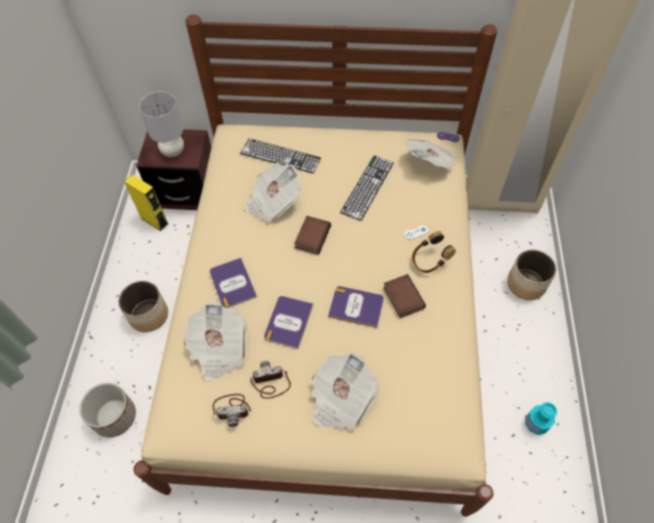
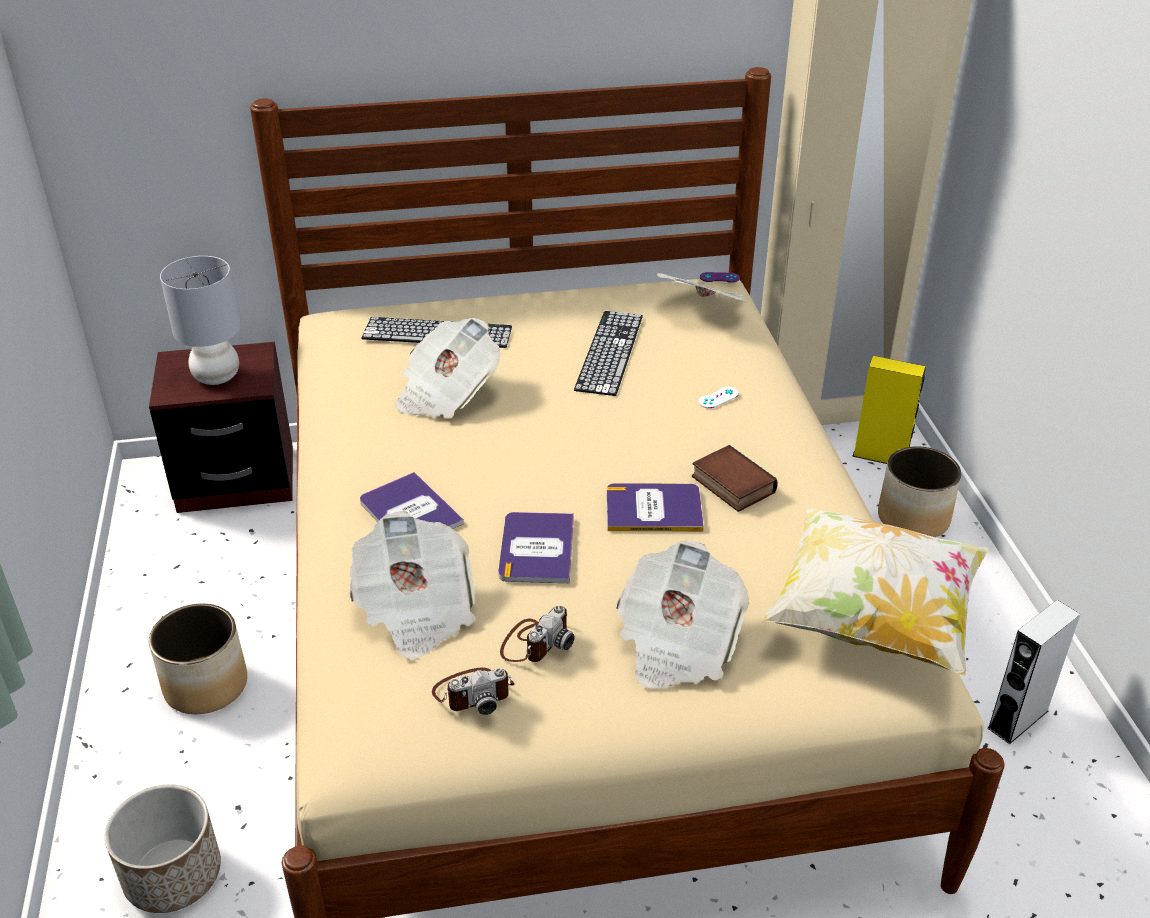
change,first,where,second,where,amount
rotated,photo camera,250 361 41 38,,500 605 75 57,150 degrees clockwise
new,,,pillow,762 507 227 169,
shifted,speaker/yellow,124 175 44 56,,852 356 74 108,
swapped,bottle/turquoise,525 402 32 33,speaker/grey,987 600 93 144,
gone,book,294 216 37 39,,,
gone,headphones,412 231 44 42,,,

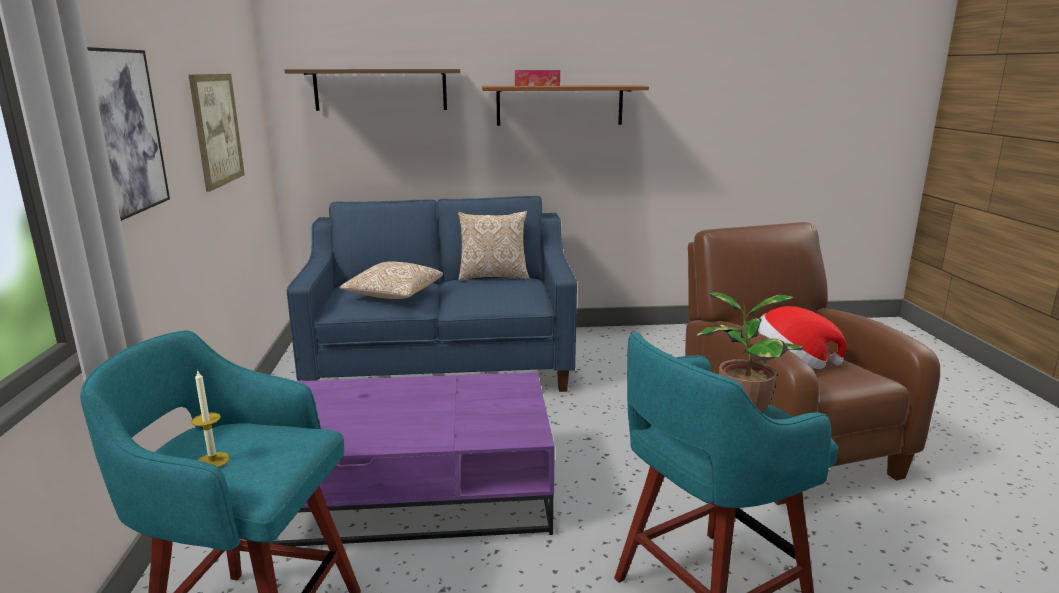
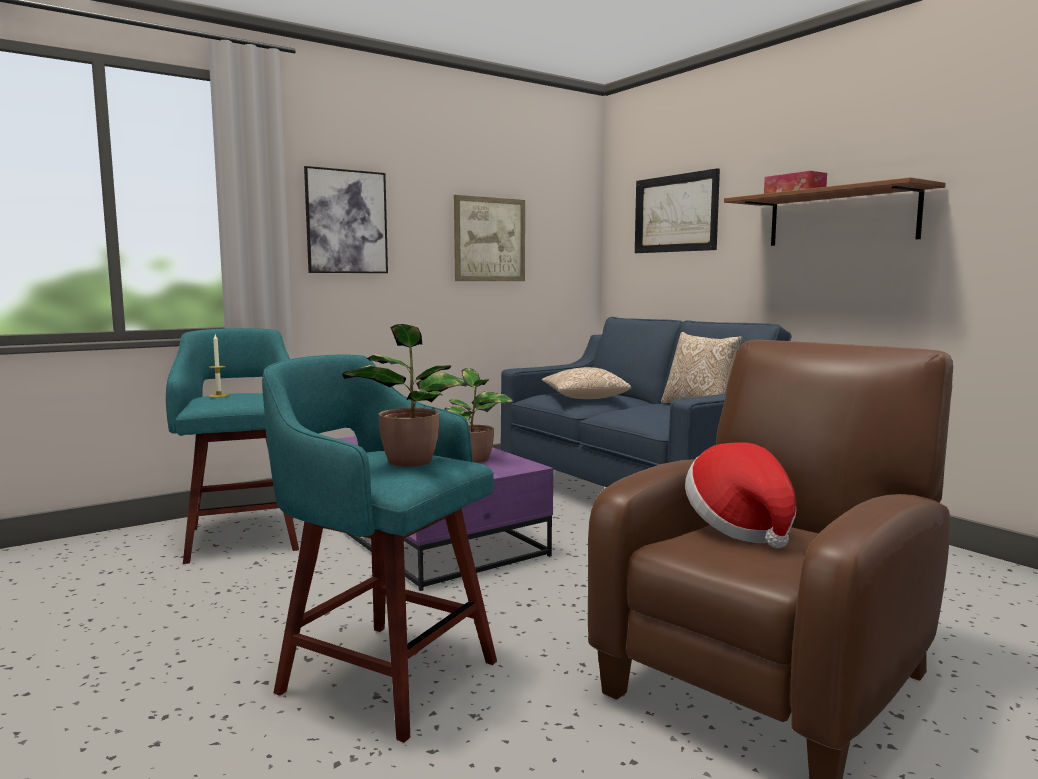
change,first,where,second,where,amount
new,,,potted plant,444 368 69 95,
swapped,shelf/brown,285 69 175 42,picture,635 168 85 85,

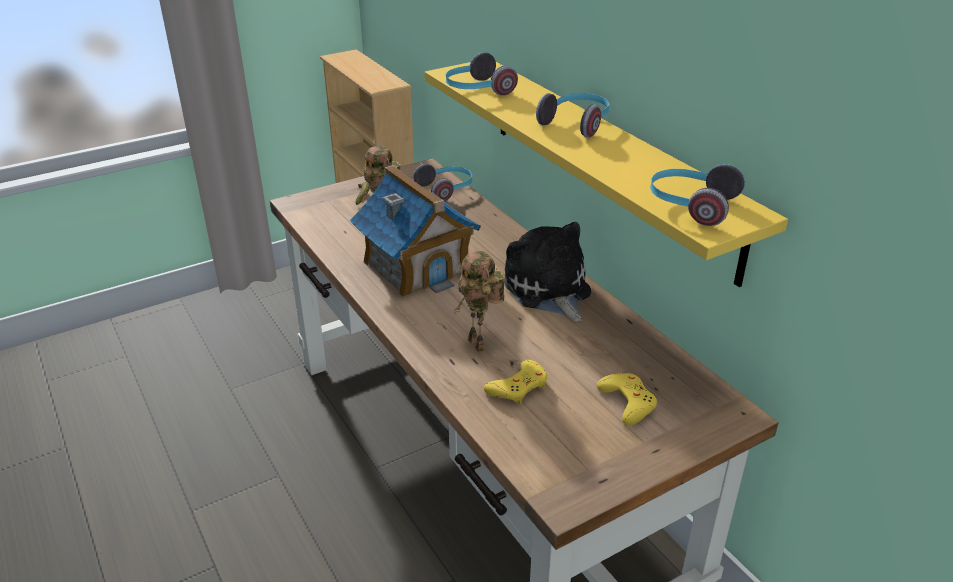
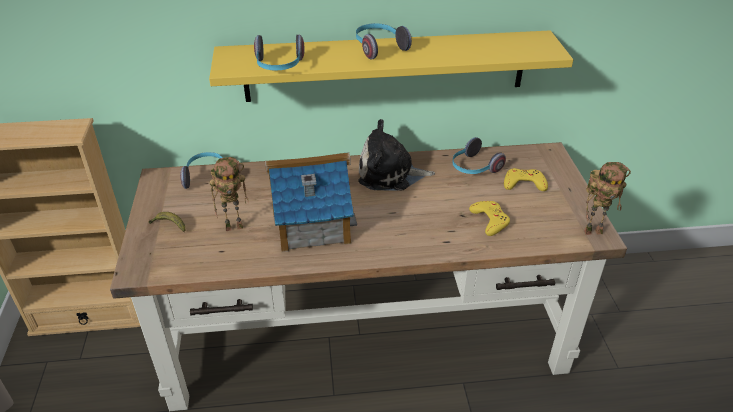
change,first,where,second,where,amount
shifted,headphones,650 164 95 62,,452 137 54 37,
shifted,toy robot,454 251 51 101,,584 162 47 73,

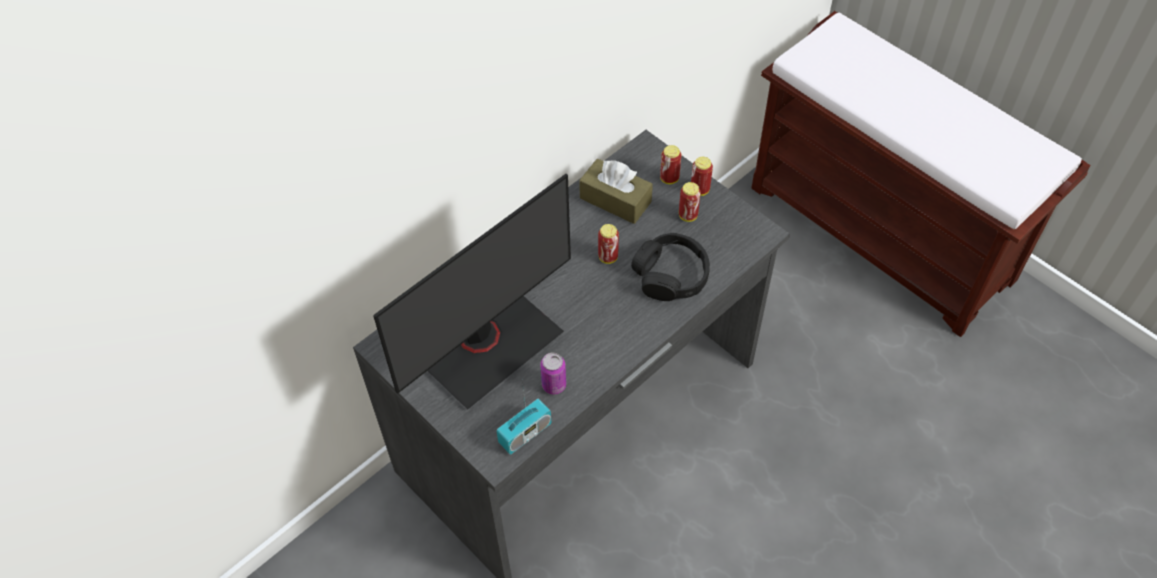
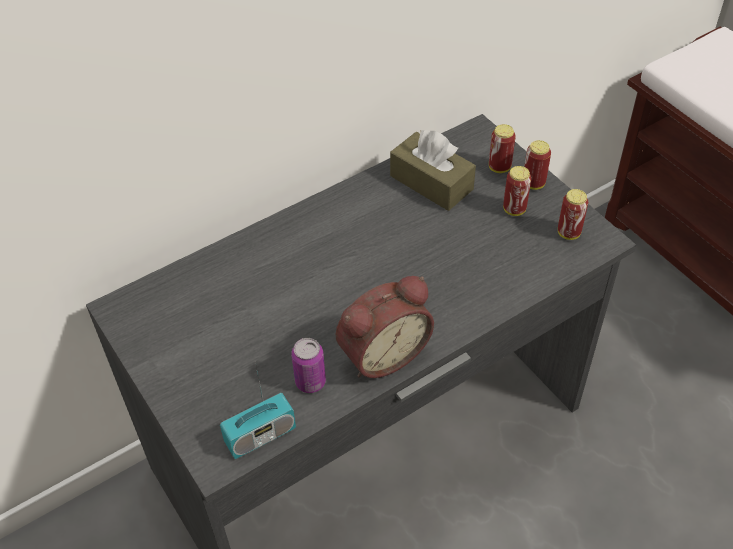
change,first,where,second,where,amount
new,,,alarm clock,336 276 98 102,
shifted,can,598 224 21 40,,558 189 30 51,
gone,monitor,373 174 198 236,,,
gone,headphones/black,631 233 79 68,,,

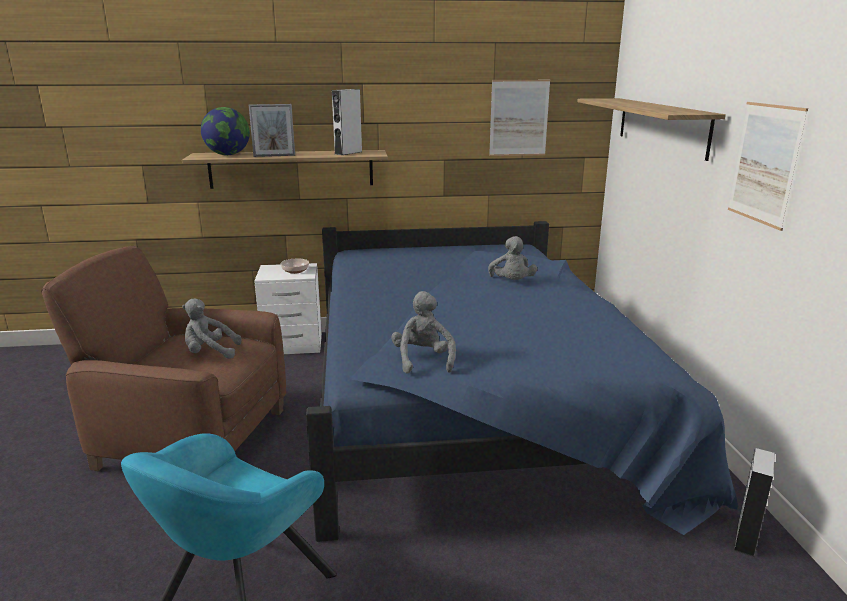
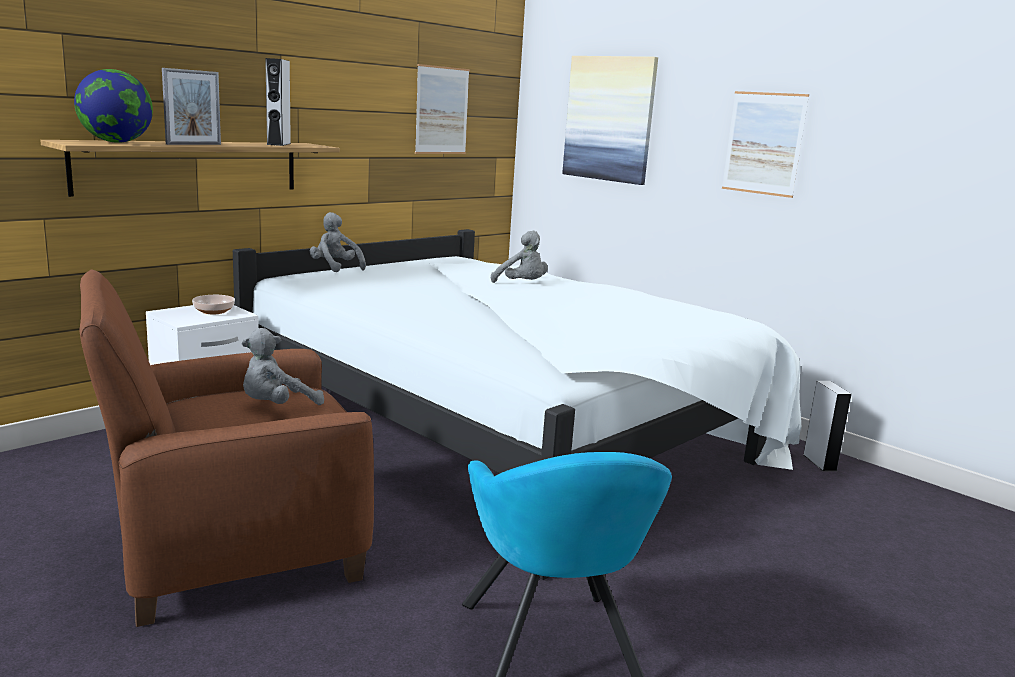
change,first,where,second,where,amount
repainted,bed/blue,306 221 432 321,bed/white,233 229 568 351,
shifted,plush toy/grey,391 291 65 82,,310 212 56 60,
swapped,shelf,577 98 149 63,picture,562 56 96 129,

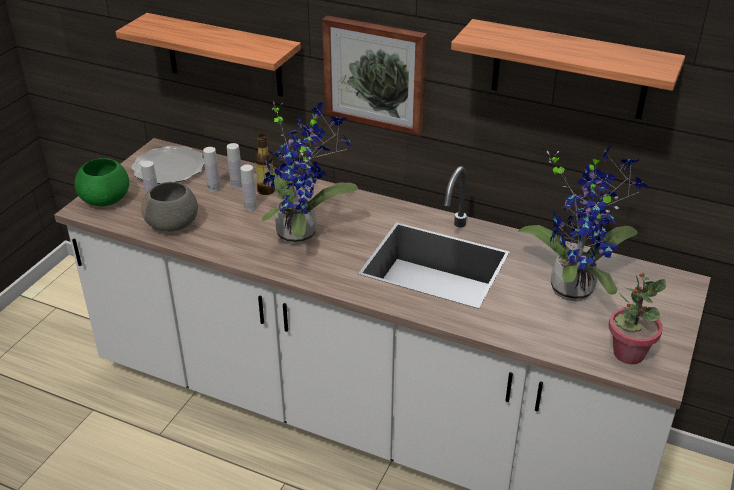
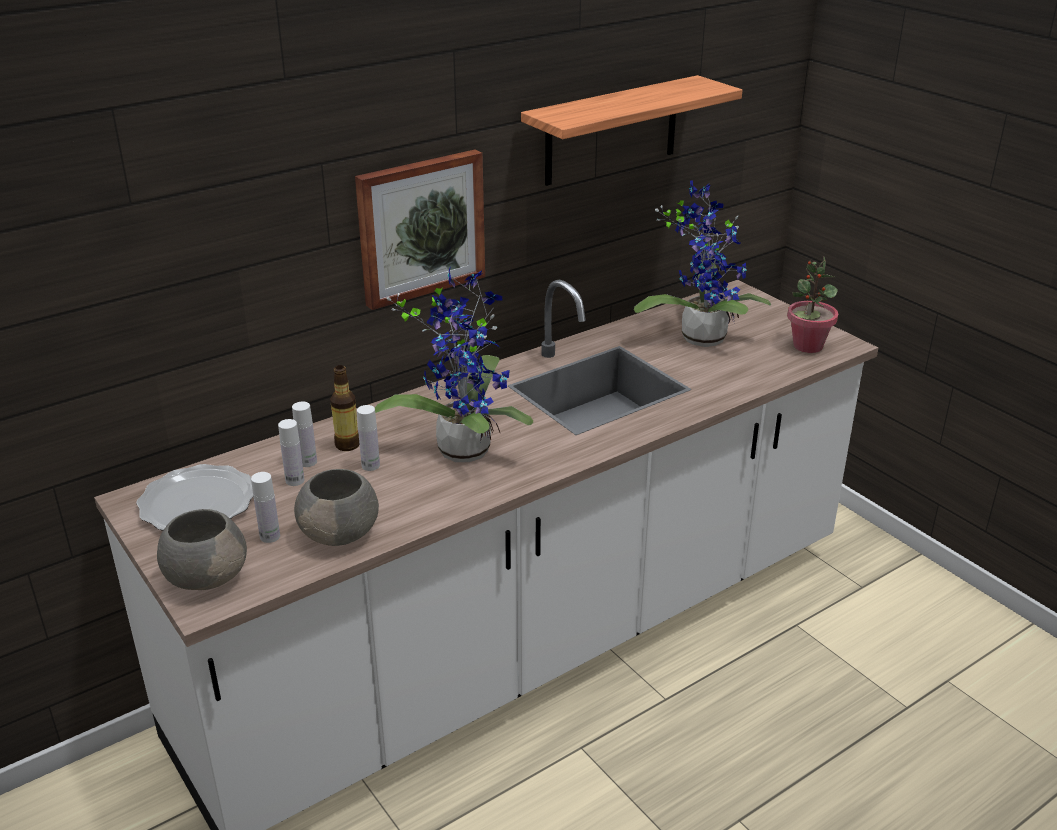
change,first,where,second,where,amount
repainted,bowl/green,75 158 54 48,bowl/grey,157 509 90 81,
gone,shelf,116 13 185 84,,,

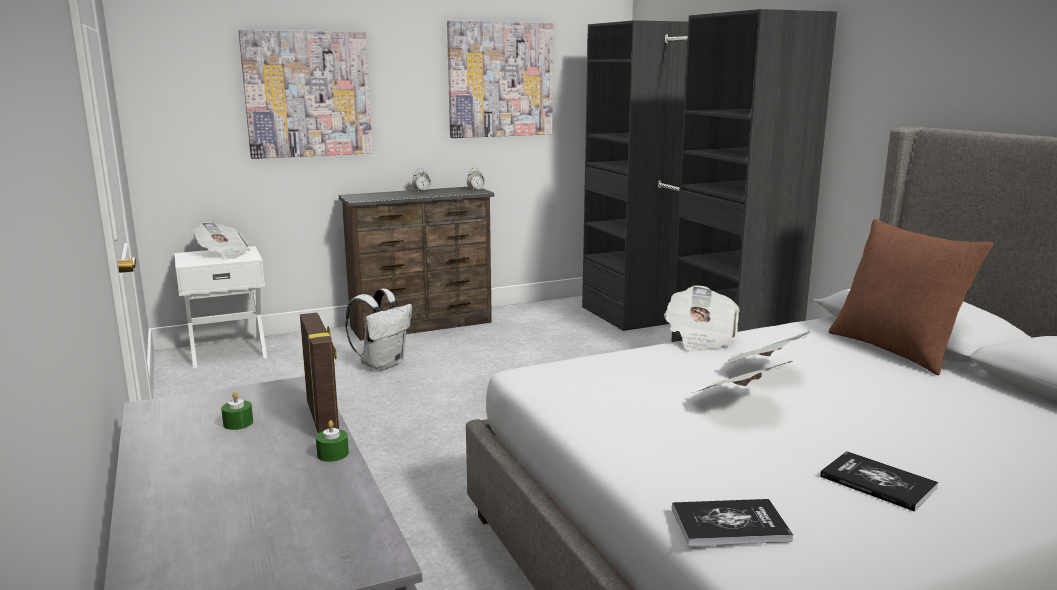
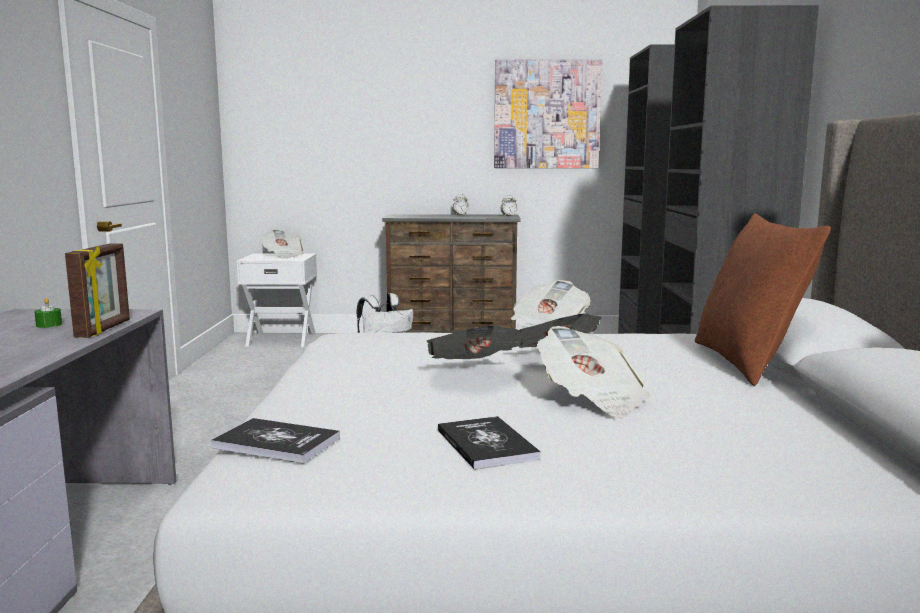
change,first,where,second,where,amount
new,,,newspaper,537 326 113 92,
gone,picture,238 30 135 129,,,
gone,candle/green,316 420 33 42,,,

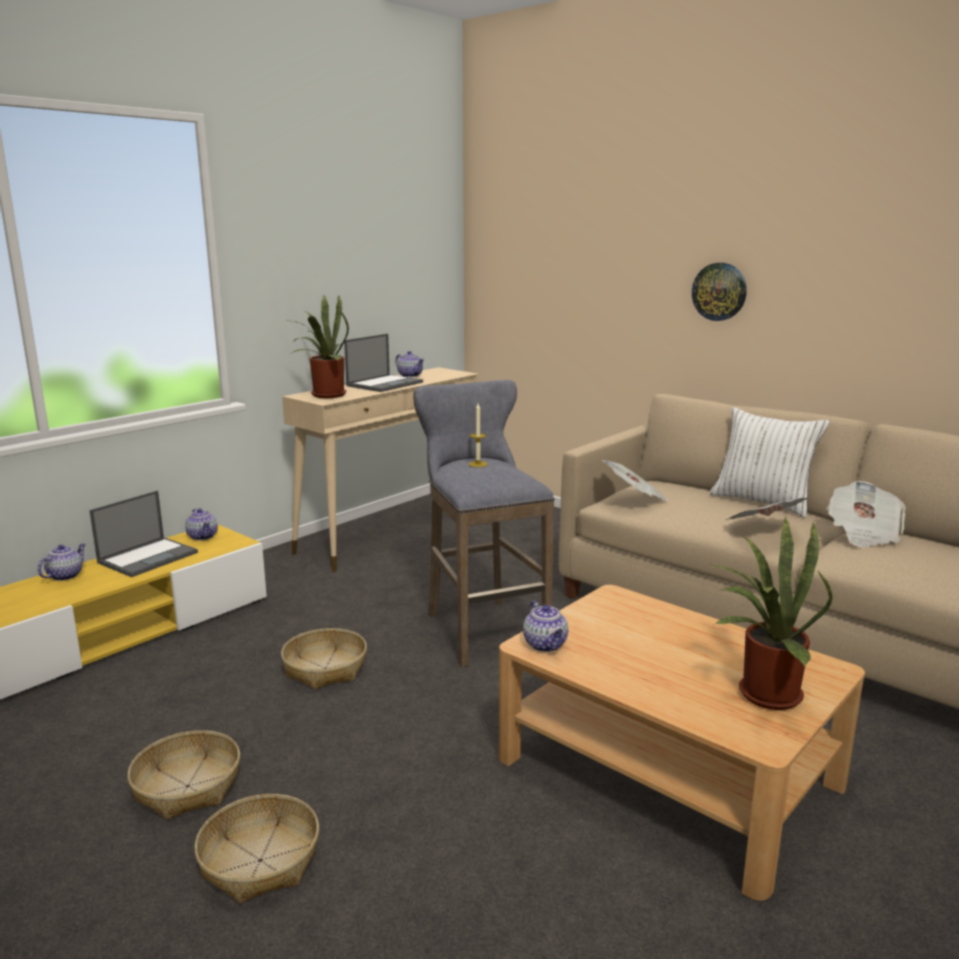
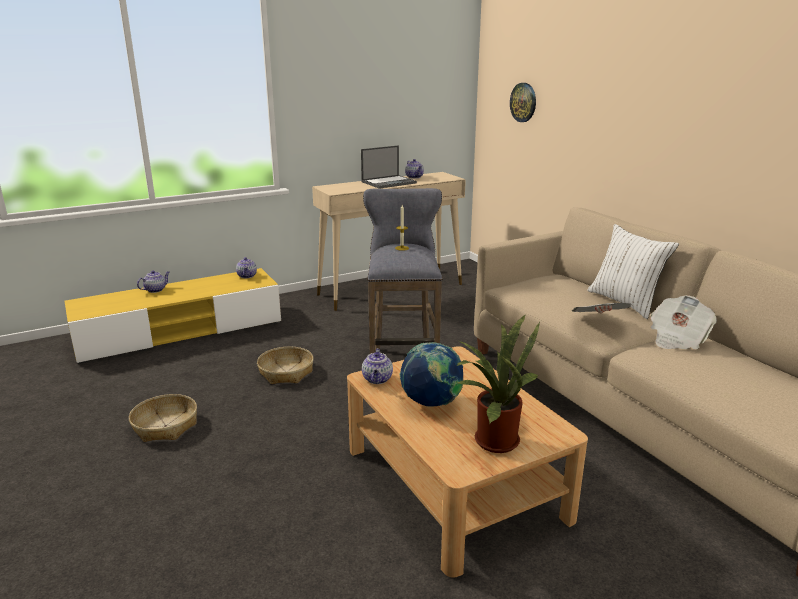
change,first,where,second,where,amount
new,,,globe,400 342 63 65,
shifted,wall clock,692 263 55 58,,510 83 26 39,
gone,laptop,89 490 109 87,,,
gone,basket,195 794 124 110,,,
gone,potted plant,285 295 64 103,,,
gone,newspaper,602 460 67 41,,,

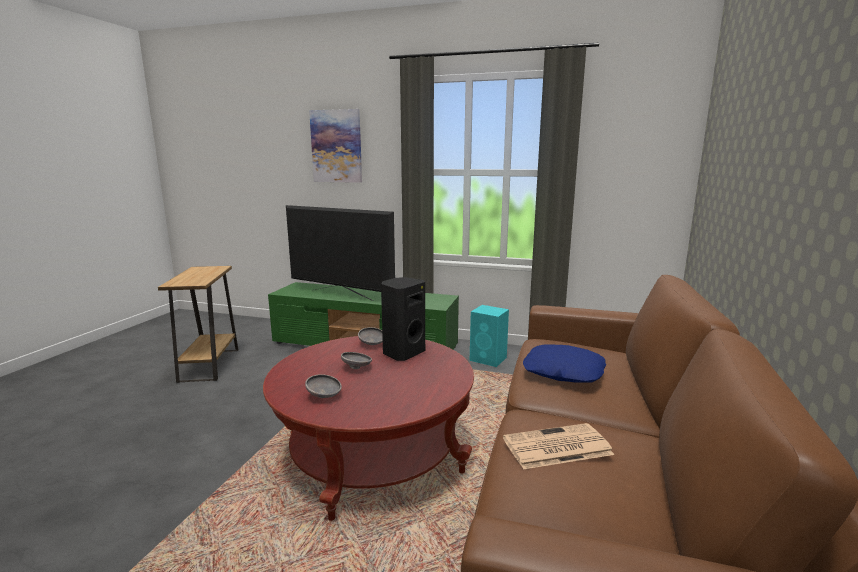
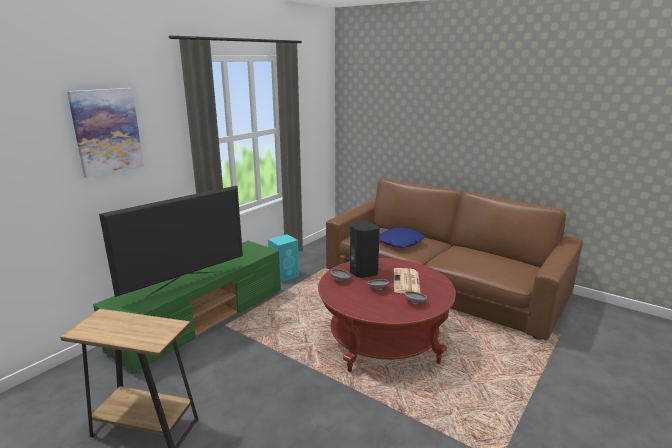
change,first,where,second,where,amount
shifted,newspaper,503 423 111 46,,394 268 26 25,

